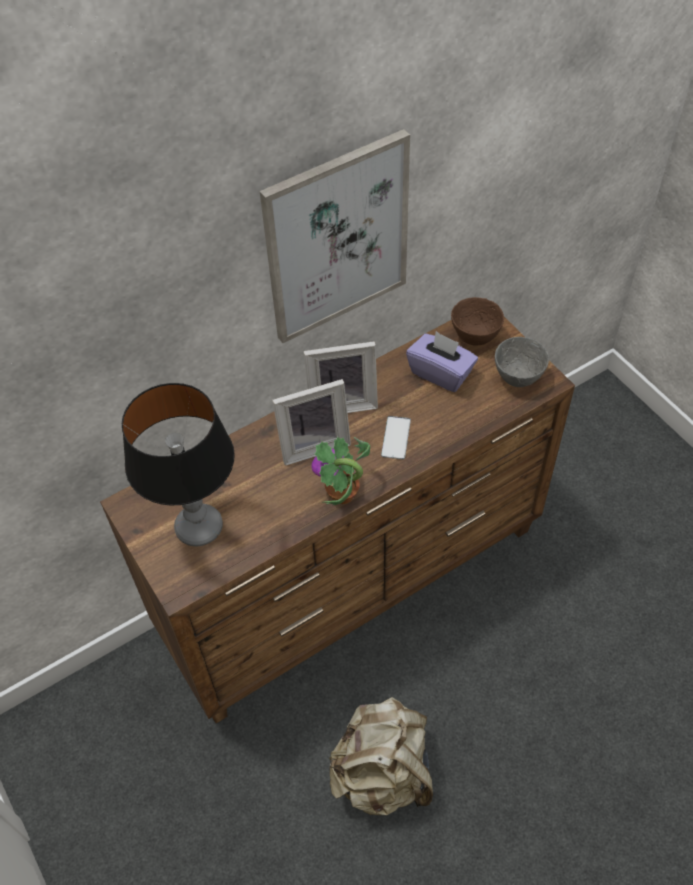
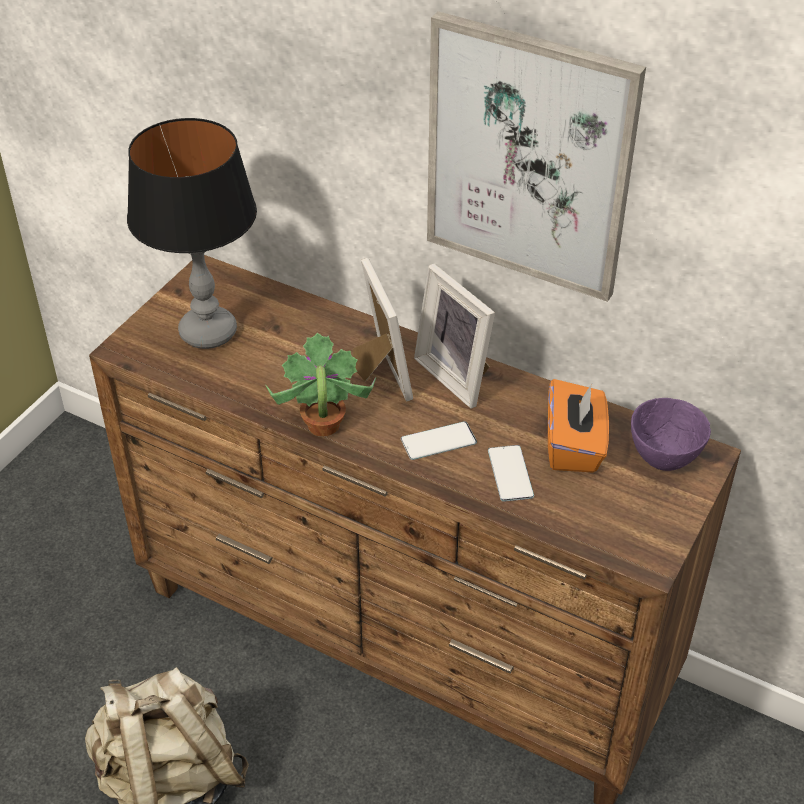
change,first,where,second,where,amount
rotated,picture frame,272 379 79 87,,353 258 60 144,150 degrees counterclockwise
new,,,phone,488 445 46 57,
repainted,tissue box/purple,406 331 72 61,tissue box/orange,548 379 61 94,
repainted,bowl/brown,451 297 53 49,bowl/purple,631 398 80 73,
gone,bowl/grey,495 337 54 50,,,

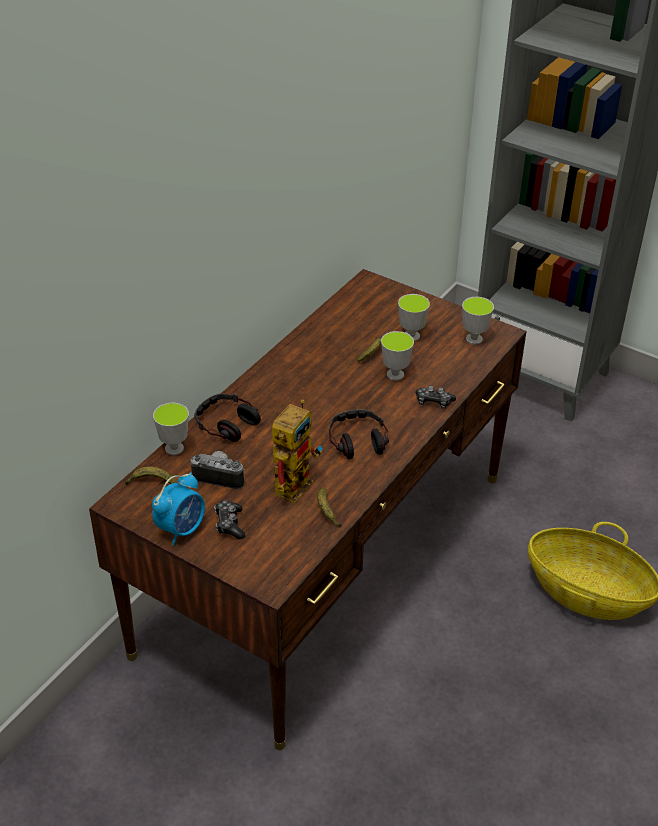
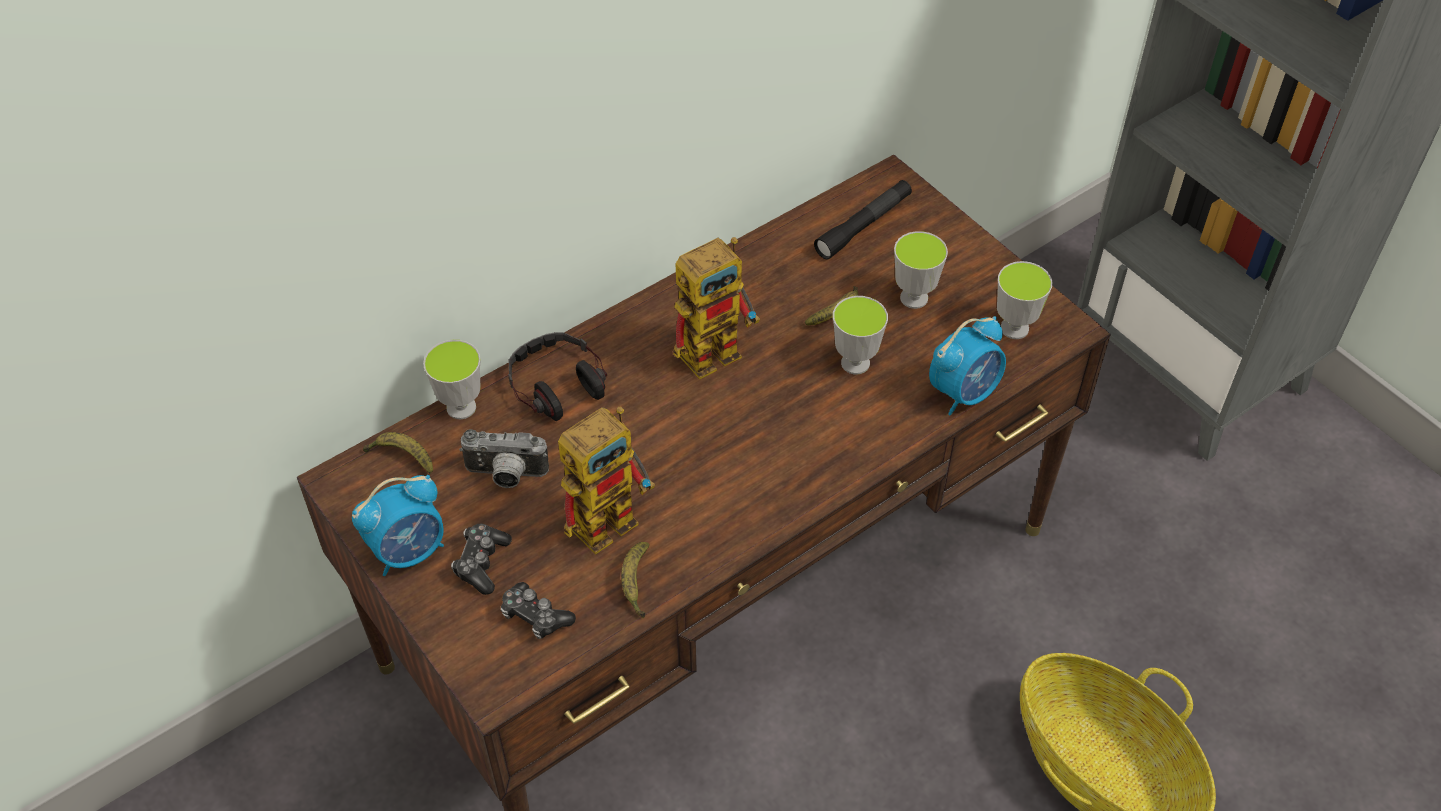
change,first,where,second,where,amount
rotated,photo camera,191 451 54 38,,459 429 90 59,150 degrees clockwise
shifted,game controller,416 385 40 24,,501 582 75 57,
new,,,toy robot,673 237 87 142,
new,,,flashlight/black,814 180 98 80,
new,,,alarm clock,929 316 77 99,
gone,headphones,329 409 60 51,,,

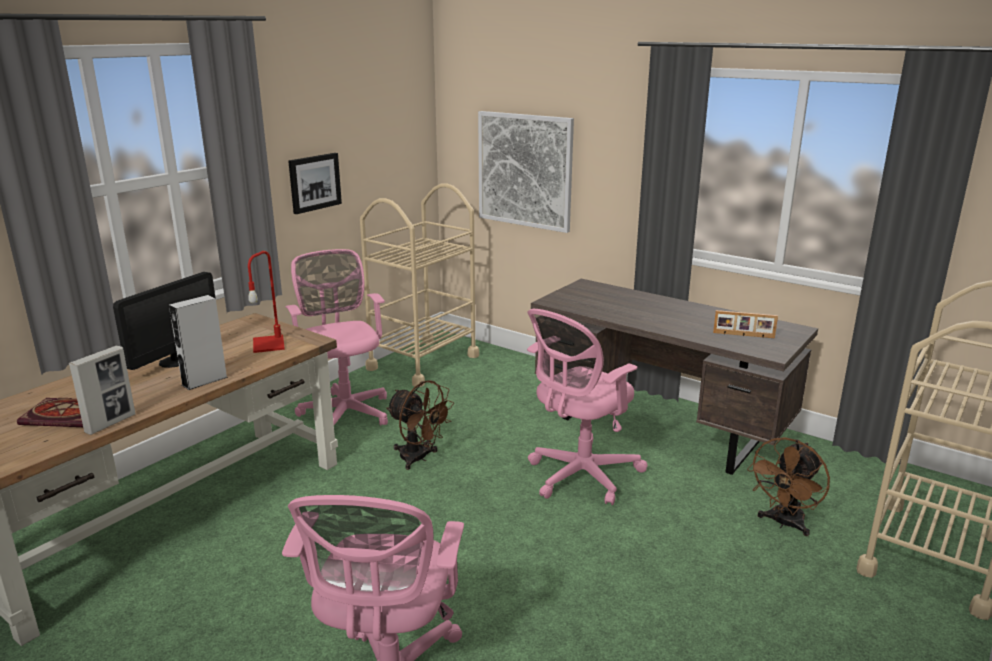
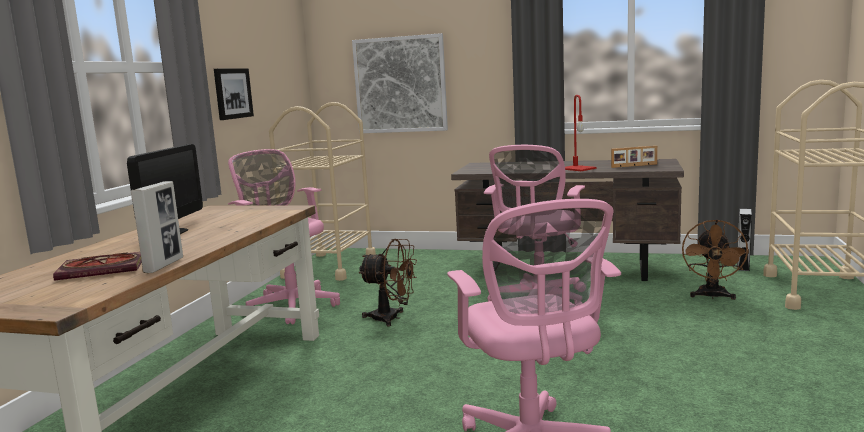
change,first,where,second,where,amount
shifted,table lamp/red,248 251 37 102,,565 95 31 76,
shifted,speaker/grey,169 295 59 95,,737 209 15 62,

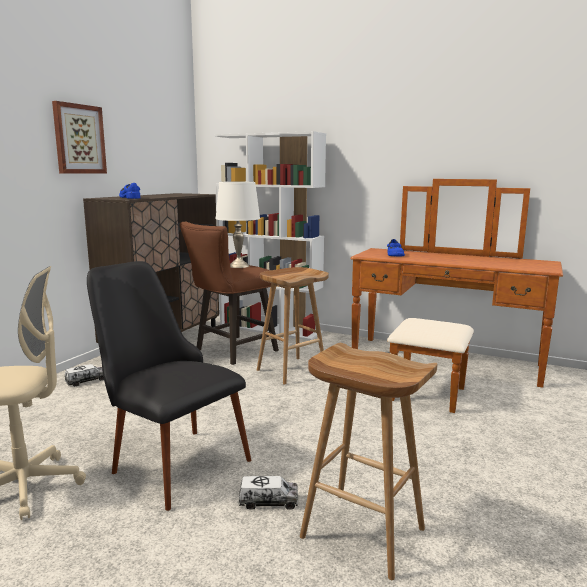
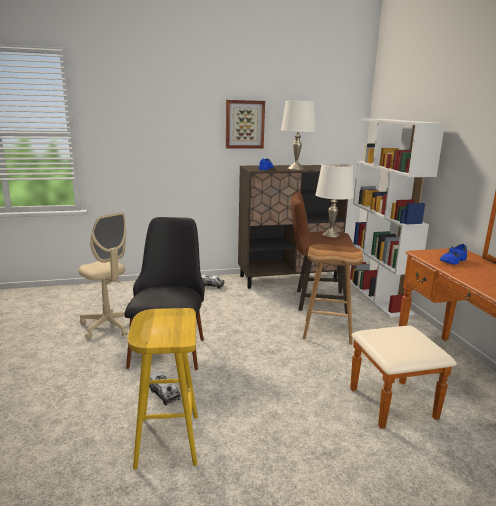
change,first,where,second,where,amount
repainted,stool/brown,300 343 137 237,stool/yellow,127 308 71 162,
new,,,table lamp/white,281 101 35 69,

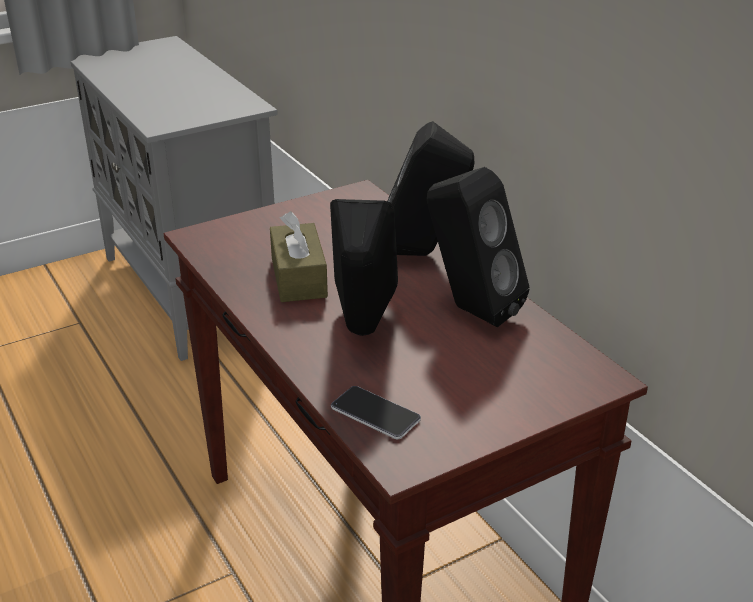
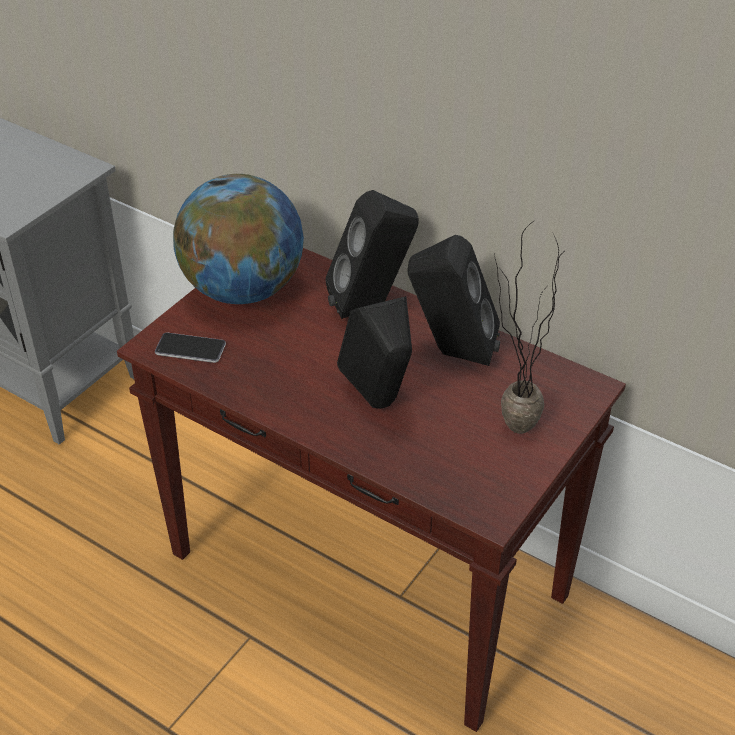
change,first,where,second,where,amount
shifted,phone,331 386 90 53,,155 332 71 31,
new,,,globe,173 174 131 130,
new,,,potted plant,494 221 71 213,
gone,tissue box/brown,270 211 58 91,,,

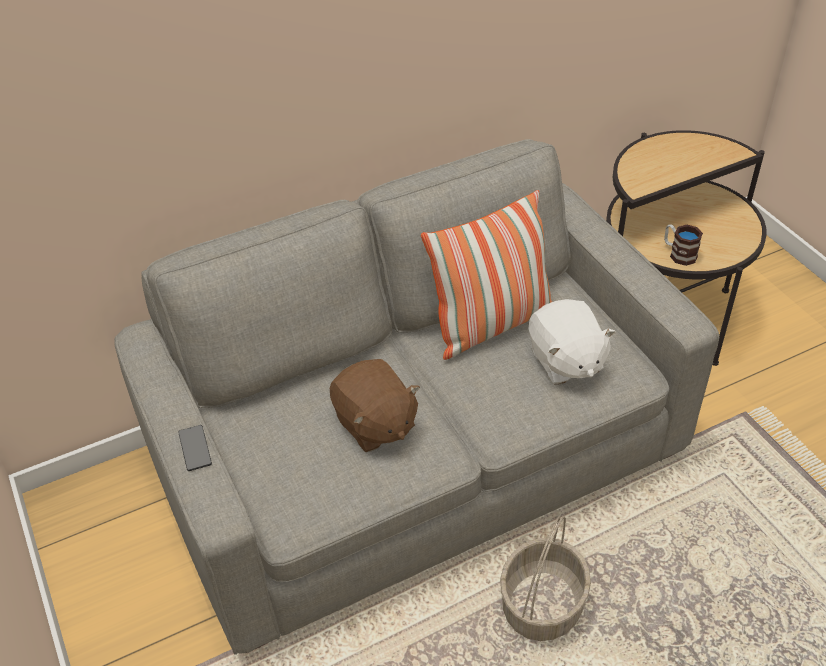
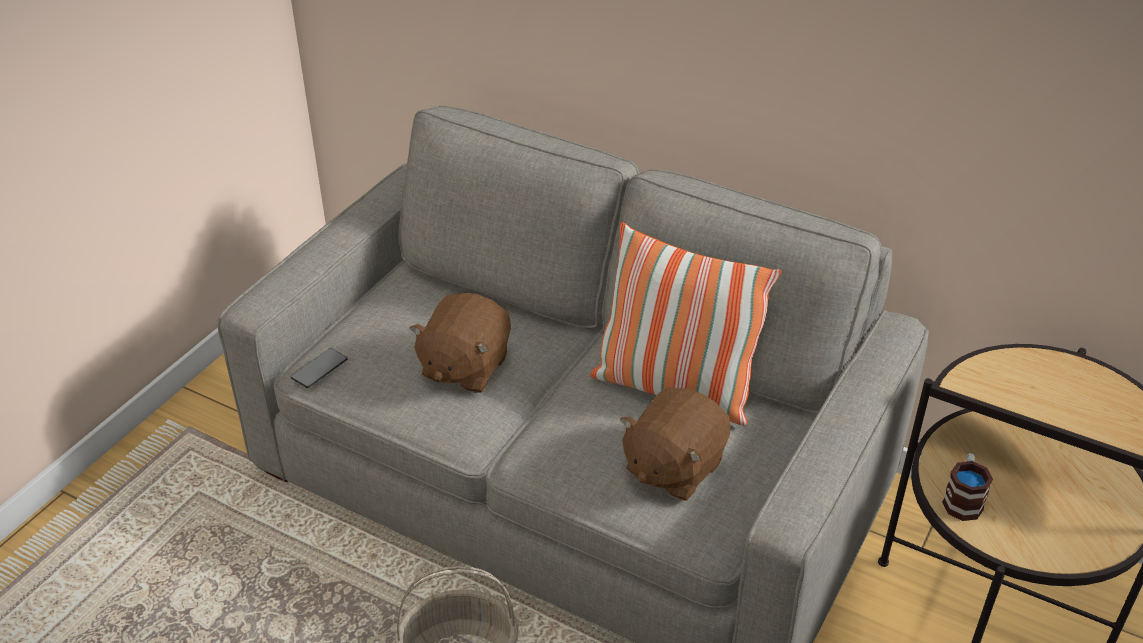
change,first,where,second,where,amount
shifted,phone,178 425 34 46,,291 348 57 40,
repainted,plush toy/white,529 299 87 86,plush toy/brown,620 388 111 113,

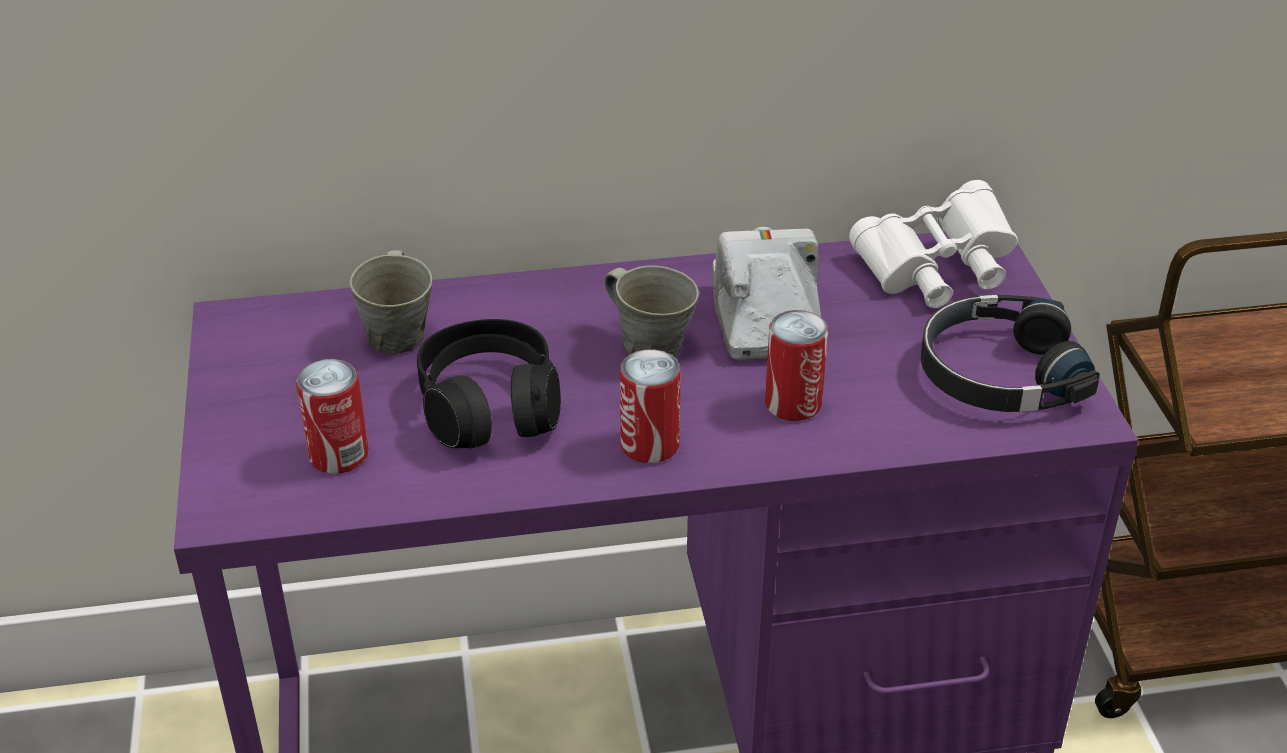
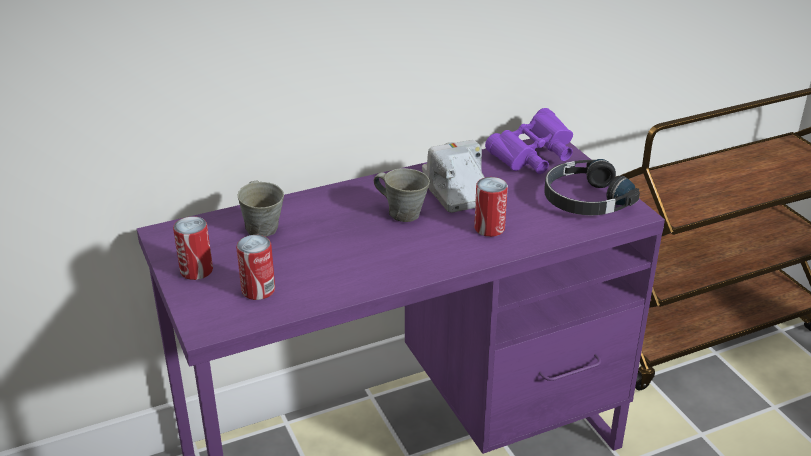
change,first,where,second,where,amount
shifted,can,620 349 61 114,,173 216 40 64,
repainted,binoculars/white,849 180 169 128,binoculars/purple,485 108 88 66,
gone,headphones/black,417 319 144 129,,,

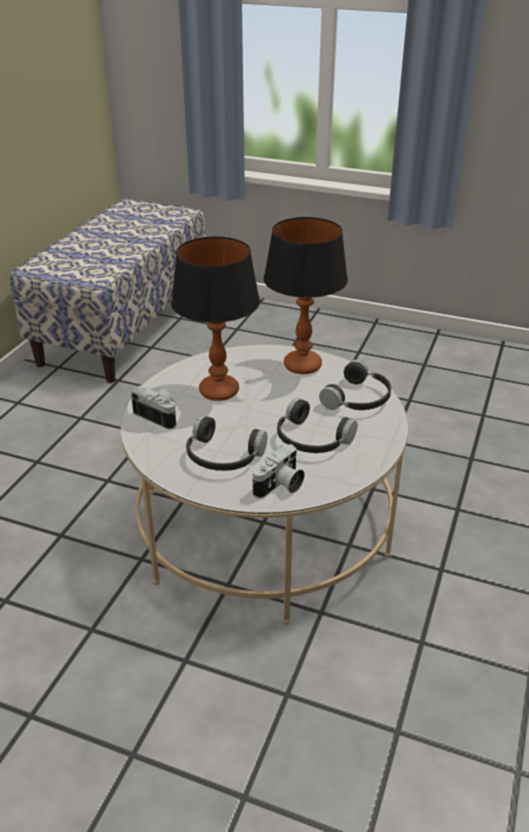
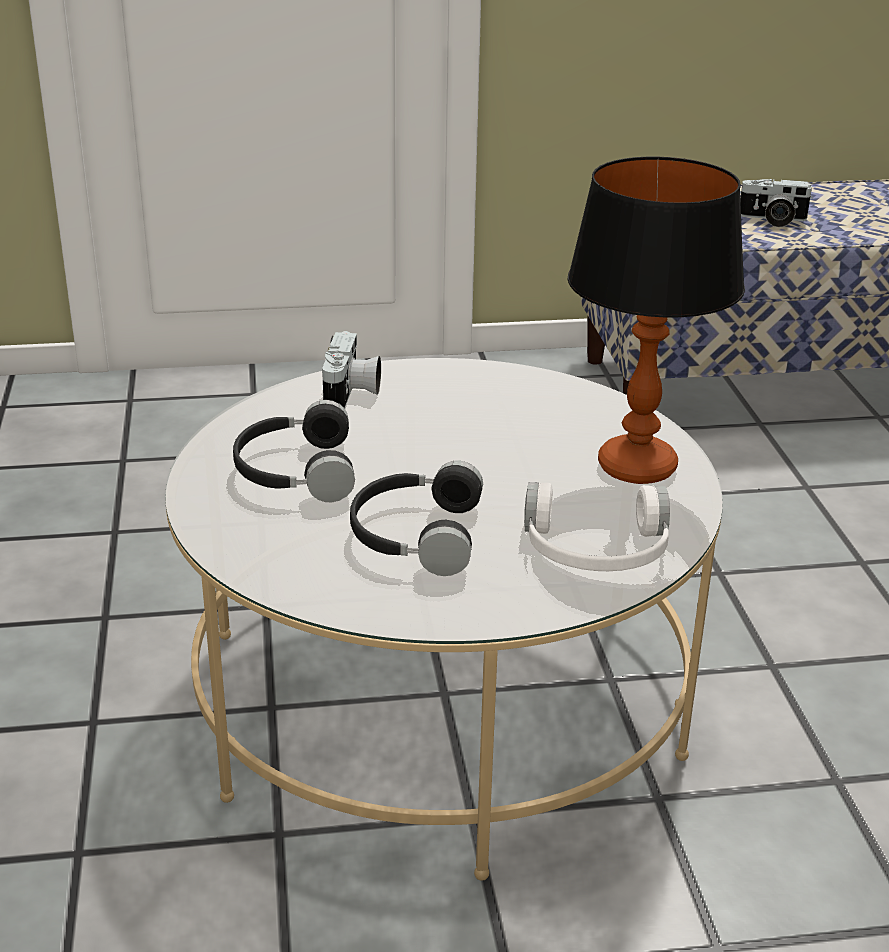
change,first,where,second,where,amount
repainted,headphones/black,319 360 72 50,headphones/white,524 482 146 89,
shifted,photo camera,253 443 52 55,,740 179 73 48,
gone,table lamp,171 236 89 165,,,

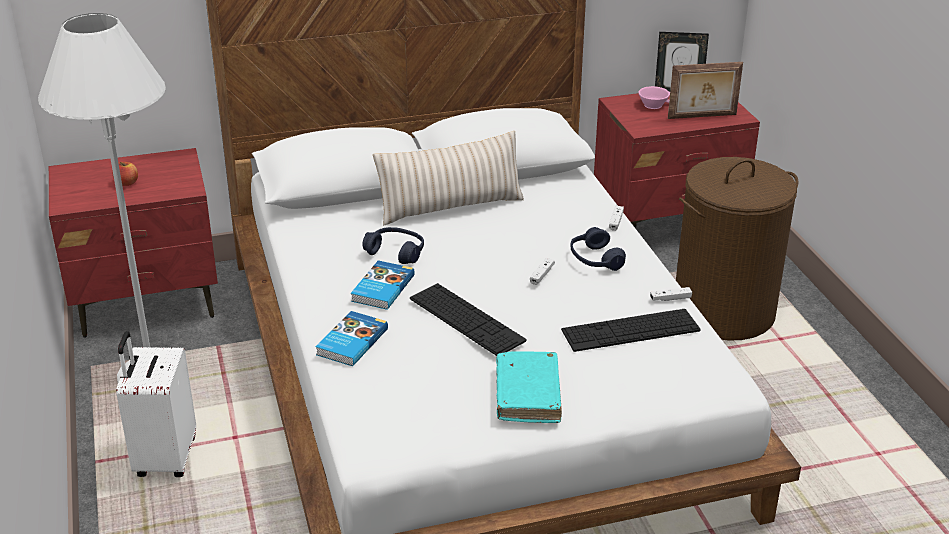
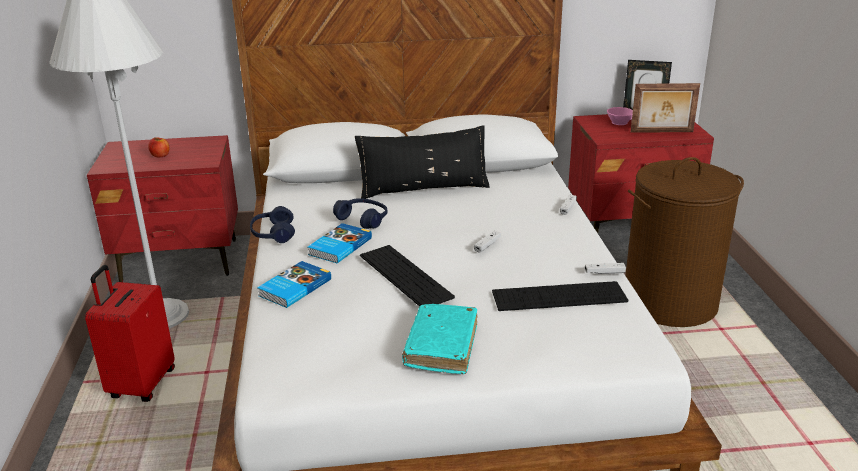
change,first,where,second,where,amount
repainted,suitcase/white,116 331 80 146,suitcase/red,85 265 90 137,
shifted,headphones/blue,570 227 56 44,,250 206 45 37,
repainted,pillow/beige,373 131 151 94,pillow/black,355 125 135 74,

